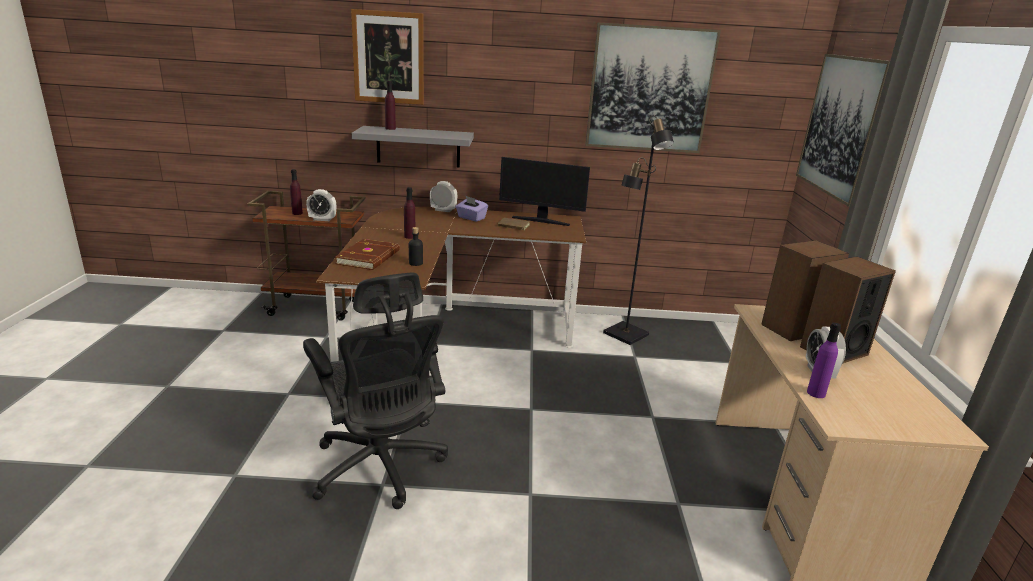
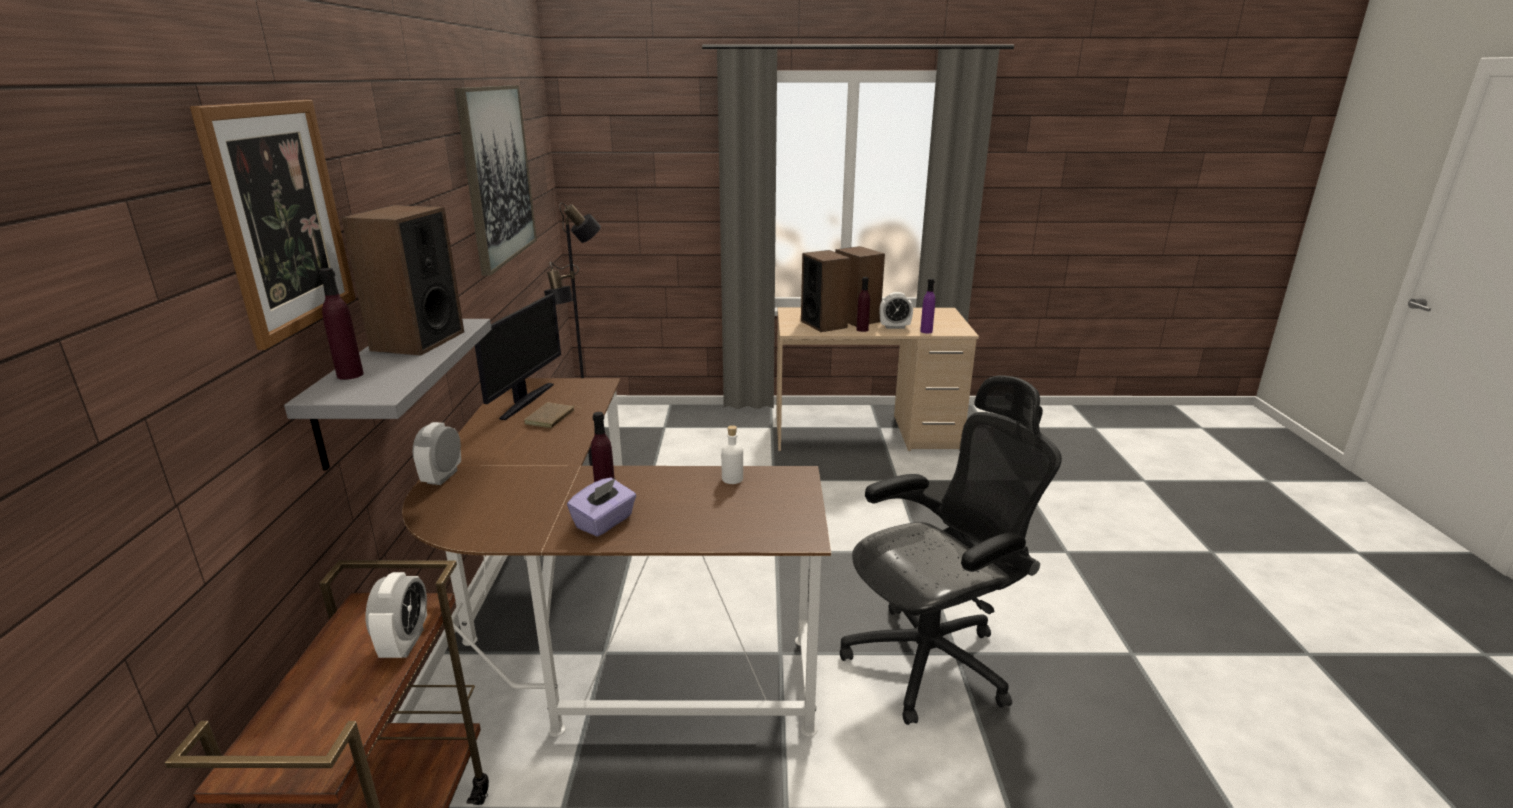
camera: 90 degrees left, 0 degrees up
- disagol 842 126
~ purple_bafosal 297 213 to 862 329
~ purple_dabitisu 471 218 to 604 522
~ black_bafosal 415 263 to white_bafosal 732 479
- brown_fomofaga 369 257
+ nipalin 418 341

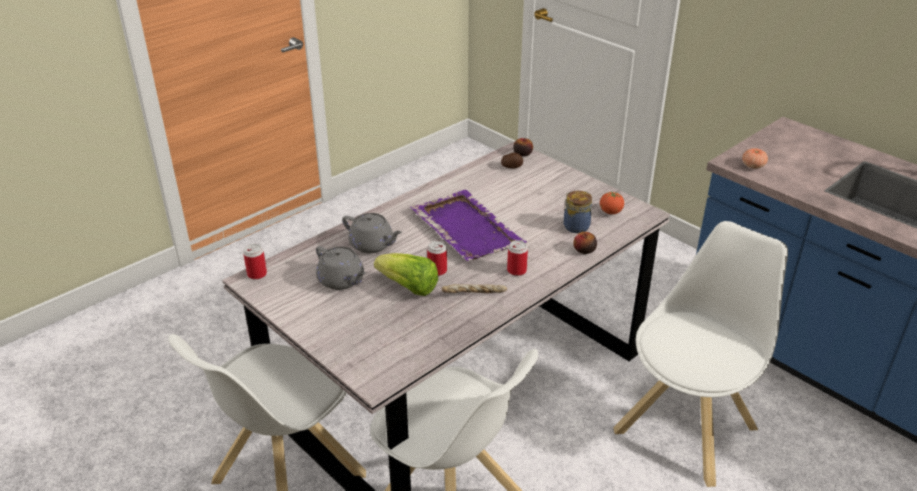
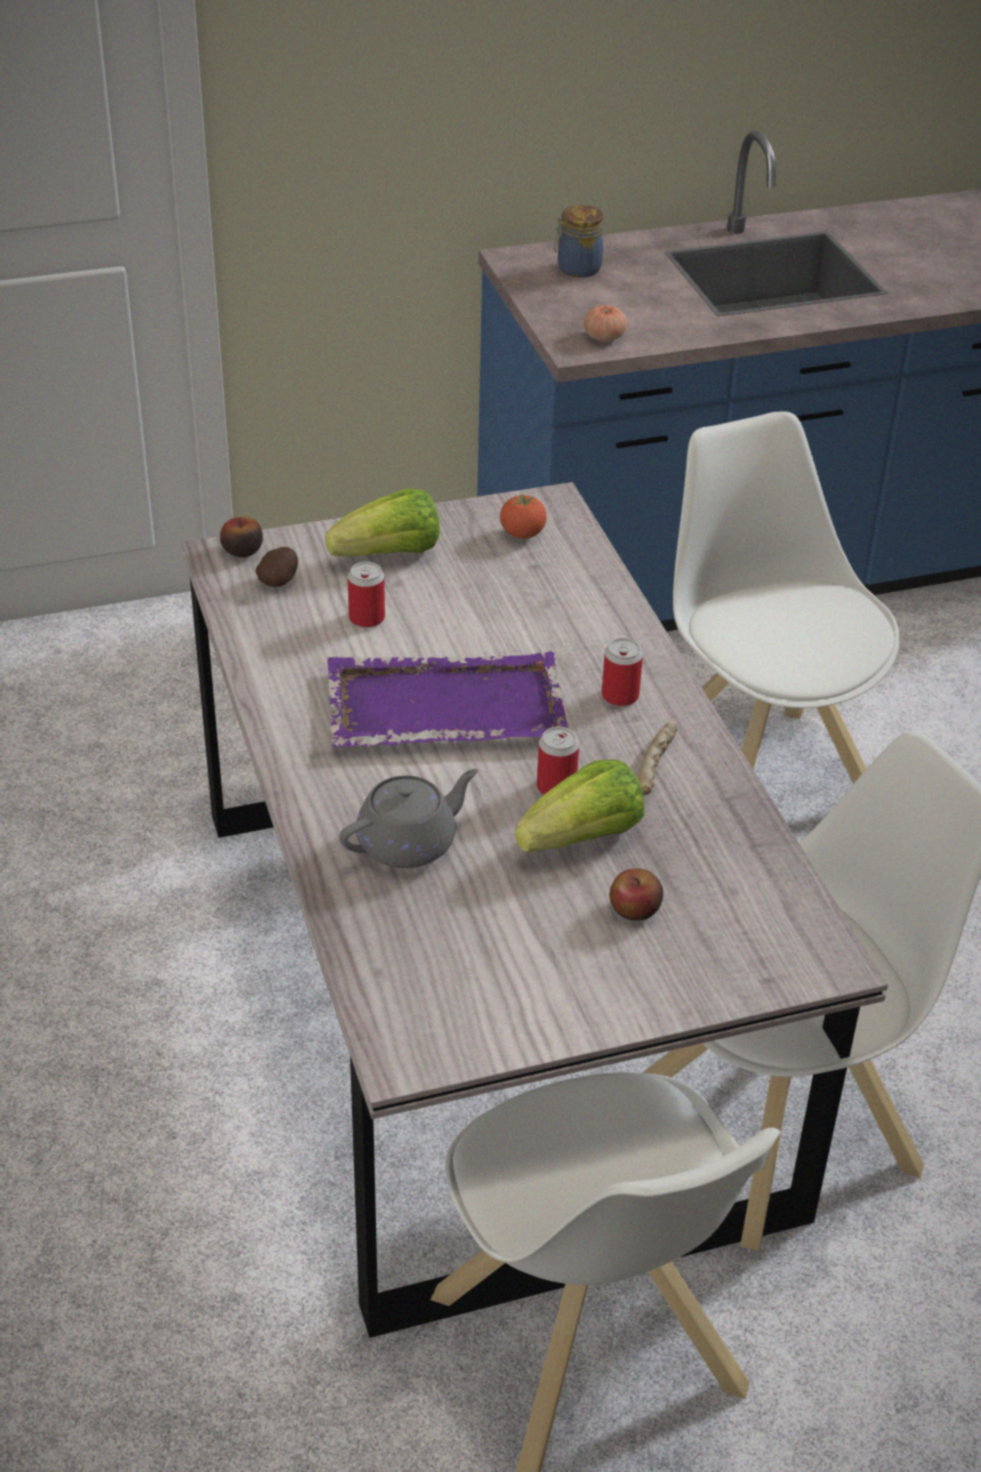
camera: 65 degrees left, 5 degrees up
~ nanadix 575 226 to 577 269
~ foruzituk 584 250 to 635 909
~ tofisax 257 274 to 366 618
- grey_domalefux 341 280
+ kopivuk 389 555

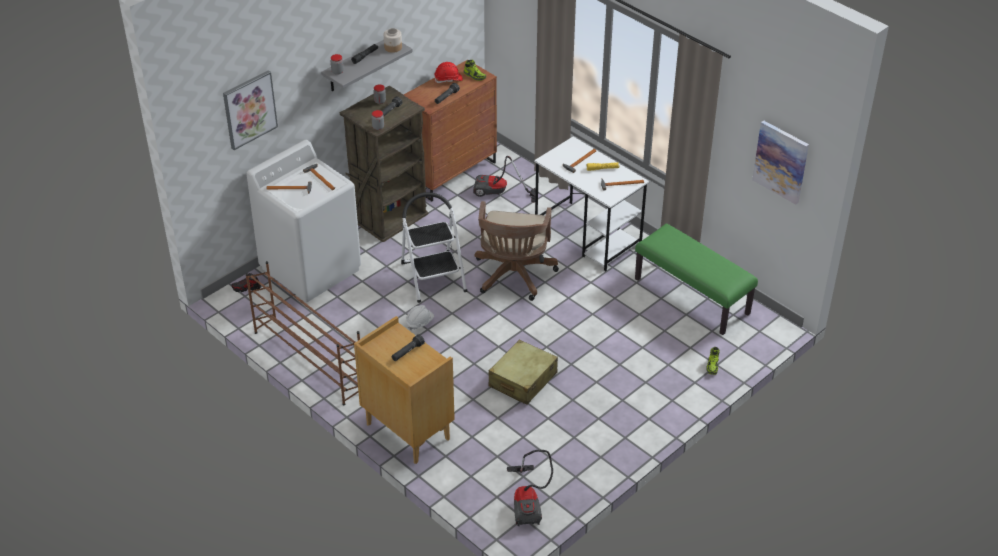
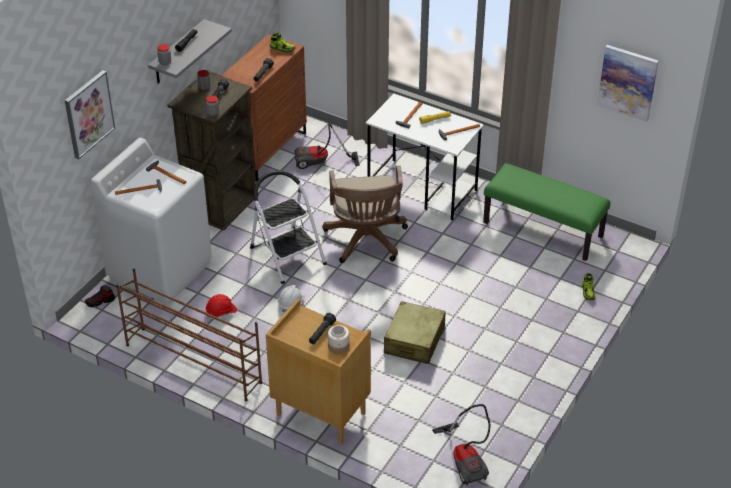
camera: 15 degrees left, 0 degrees up
~ nanadix 393 47 to 338 346
~ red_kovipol 448 79 to 221 312

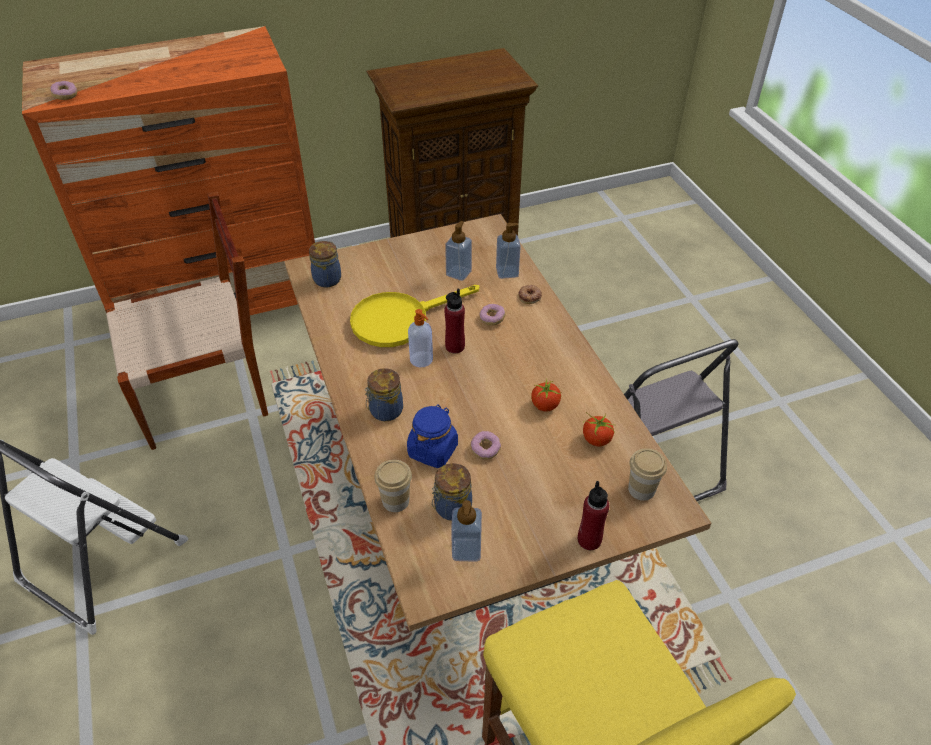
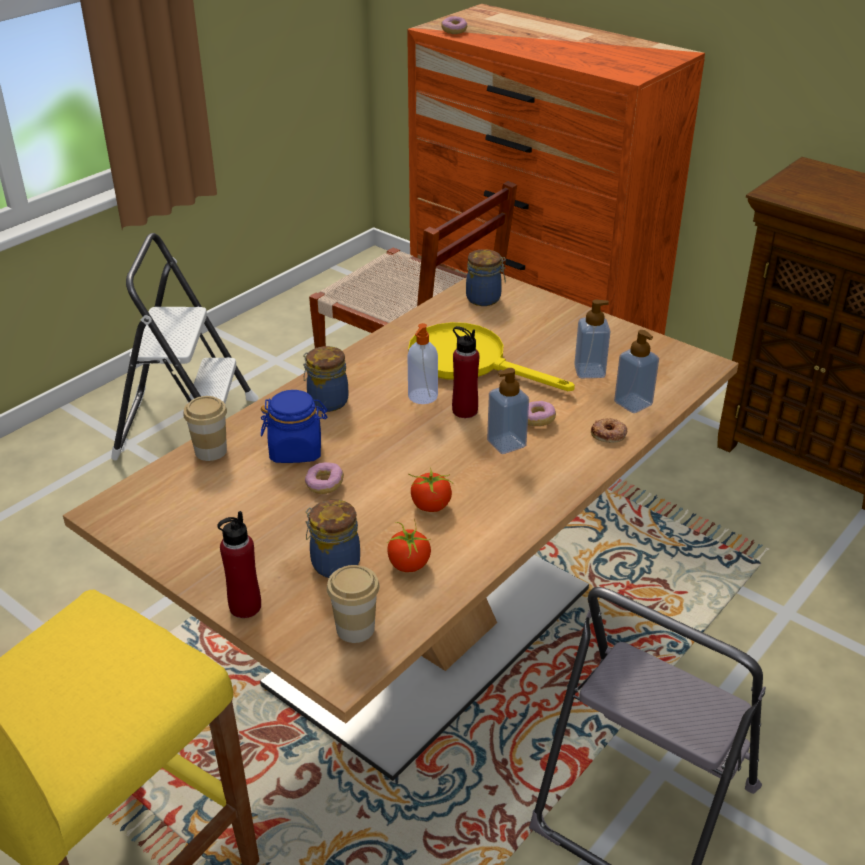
camera: 60 degrees right, 10 degrees down
~ nanadix 451 508 to 333 563
~ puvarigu 466 549 to 506 443

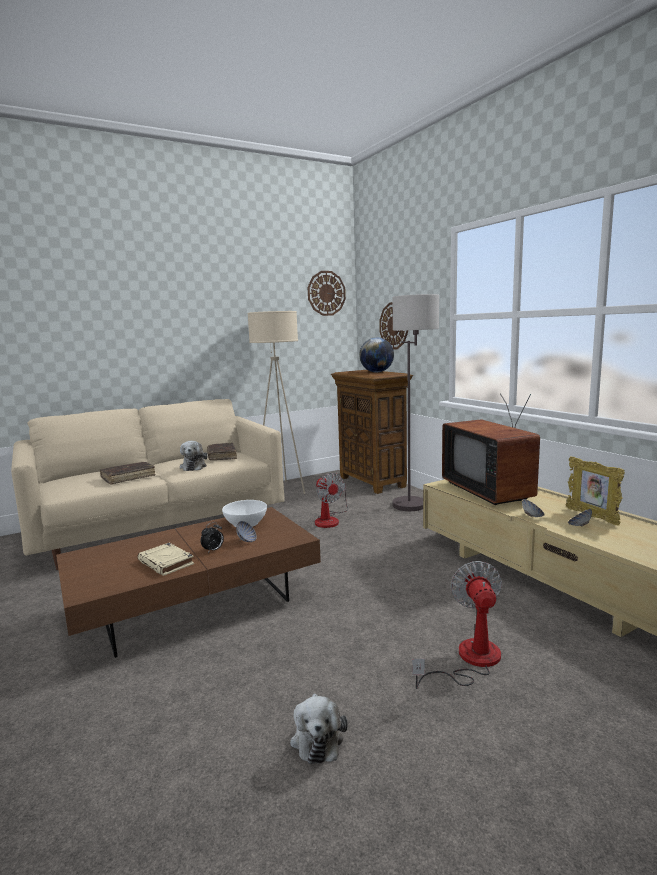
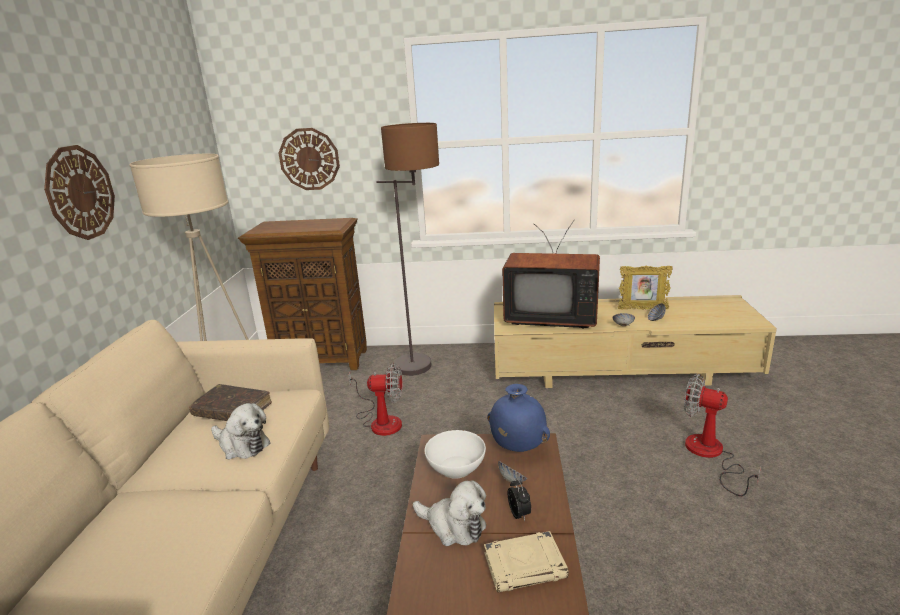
camera: 55 degrees left, 10 degrees up
~ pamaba 326 293 to 80 193
~ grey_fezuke 413 508 to brown_fezuke 423 367
- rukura 377 372
- brown_fomofaga 128 477
~ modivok 317 738 to 453 526
+ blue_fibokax 517 448

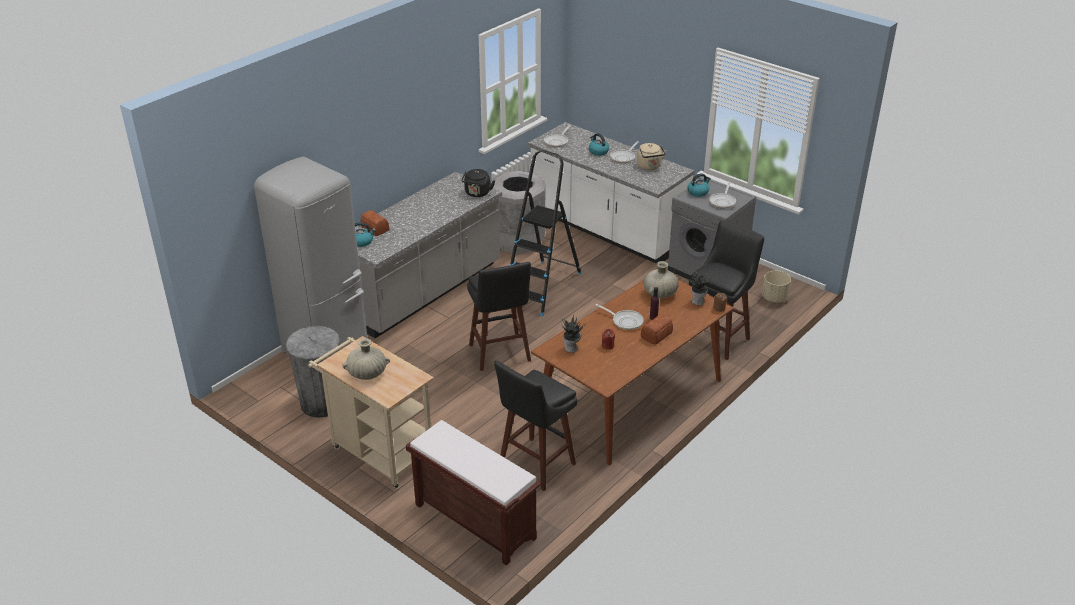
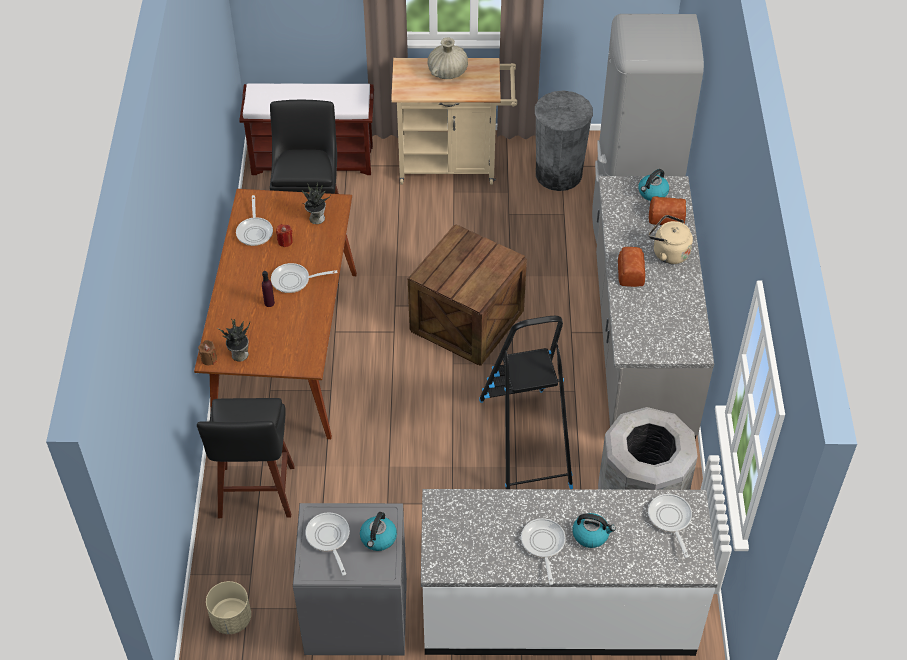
camera: 140 degrees right, 15 degrees up
~ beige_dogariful 649 167 to 668 252
- black_dogariful 477 193
- beige_fibokax 659 293
~ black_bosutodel 500 354 to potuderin 466 320
~ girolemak 657 334 to 630 273
+ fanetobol 255 231

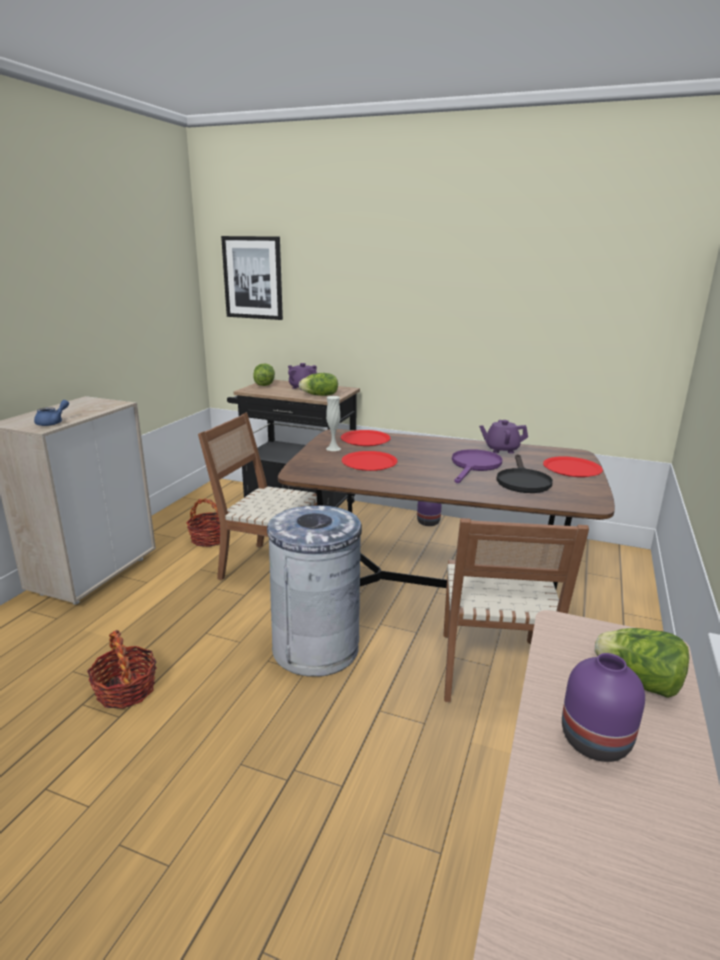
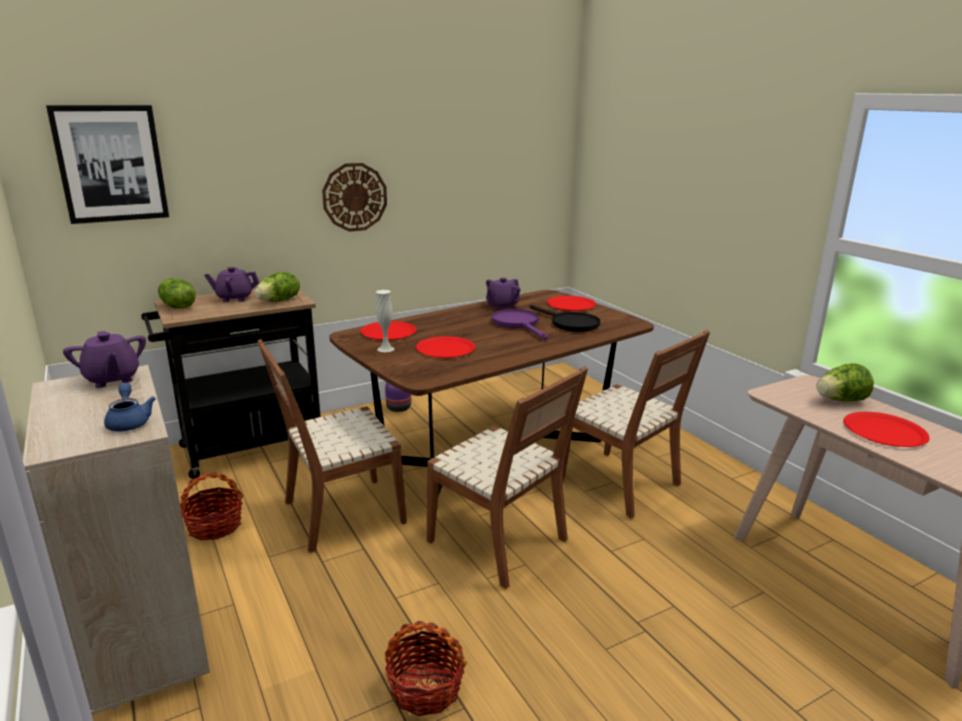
camera: 50 degrees left, 0 degrees up
~ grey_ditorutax 316 648 to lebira 501 545
~ purple_fibokax 597 741 to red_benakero 884 431
+ pamaba 354 197
+ purple_domalefux 112 379

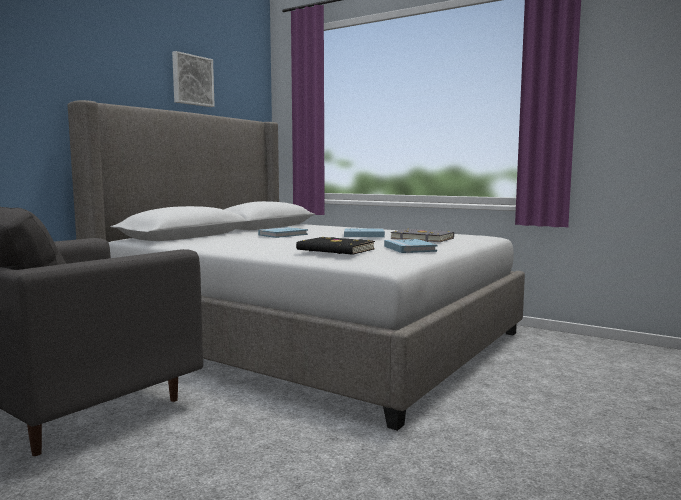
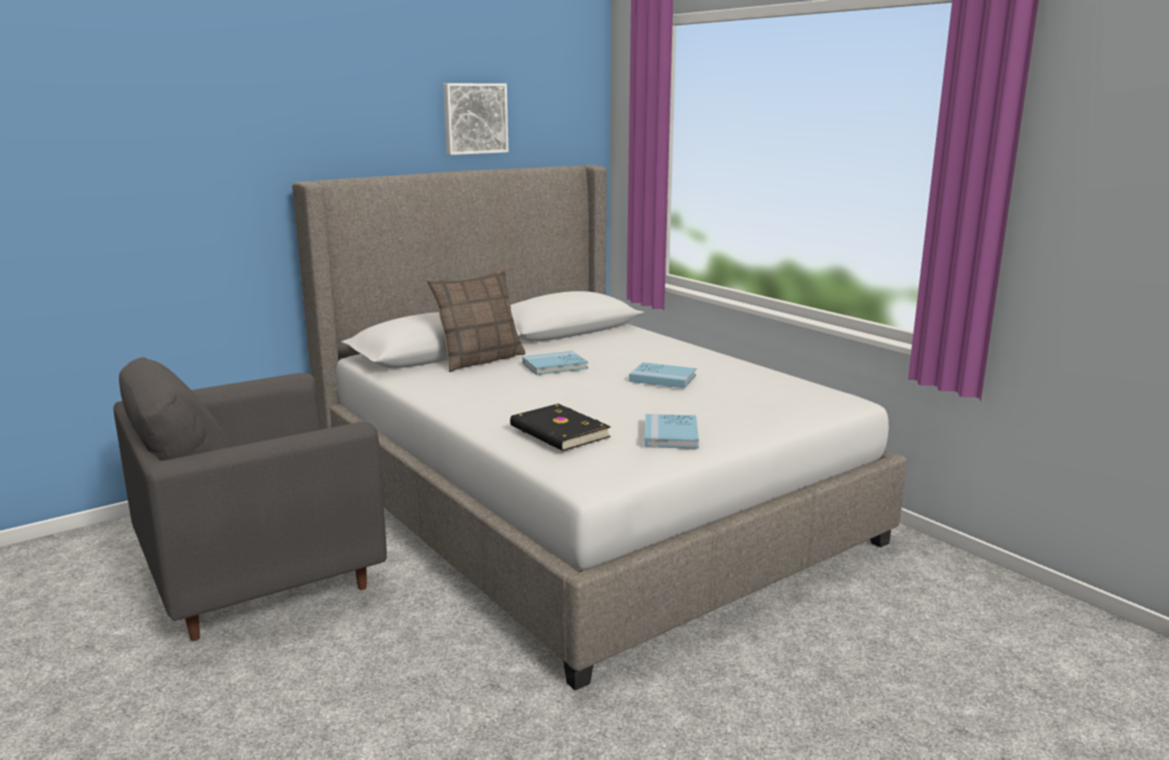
camera: 20 degrees right, 10 degrees up
- grey_fomofaga 422 238
+ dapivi 479 360

